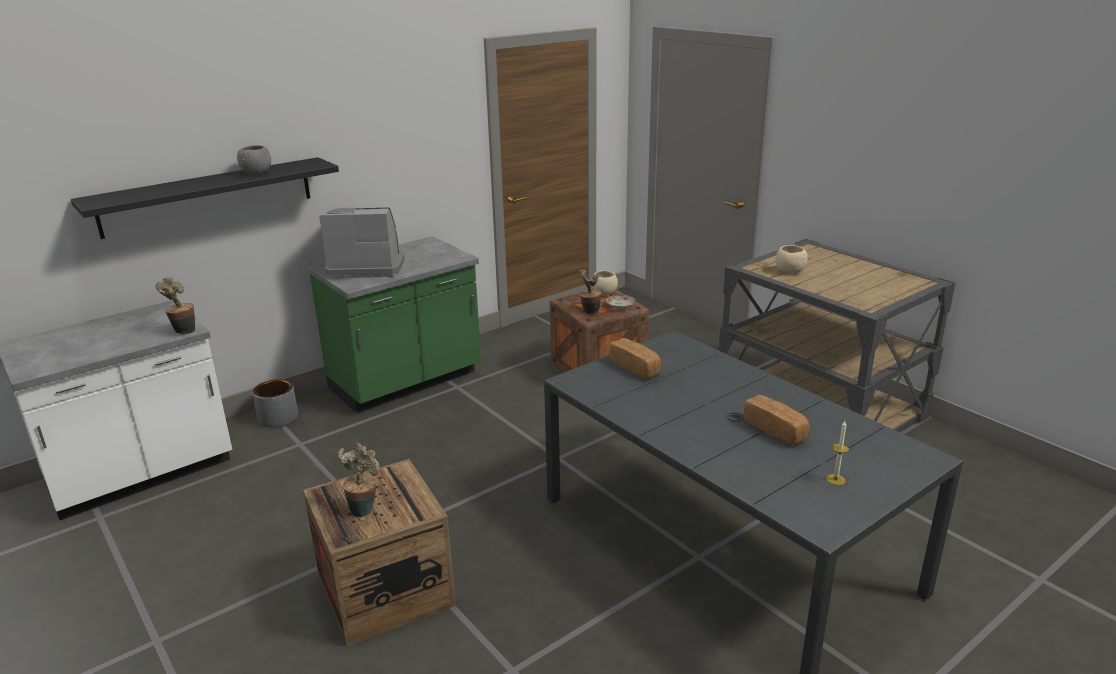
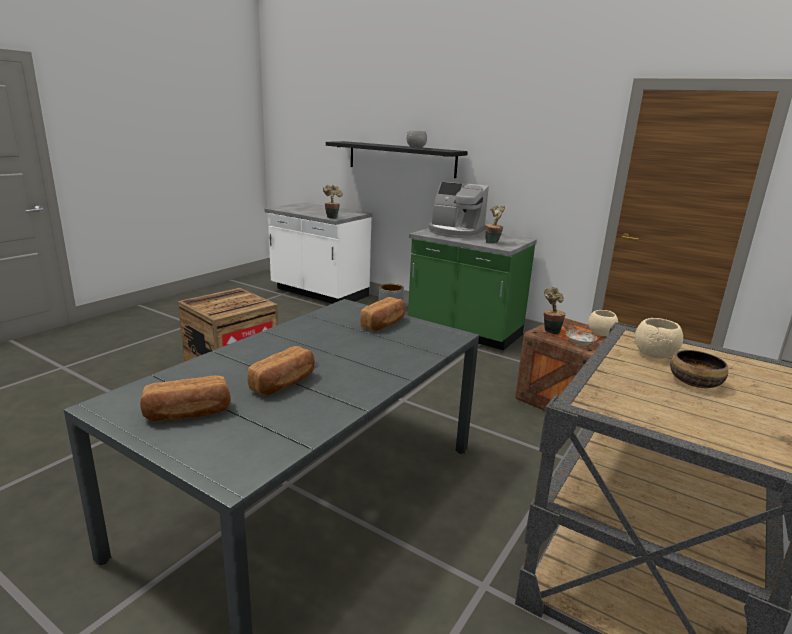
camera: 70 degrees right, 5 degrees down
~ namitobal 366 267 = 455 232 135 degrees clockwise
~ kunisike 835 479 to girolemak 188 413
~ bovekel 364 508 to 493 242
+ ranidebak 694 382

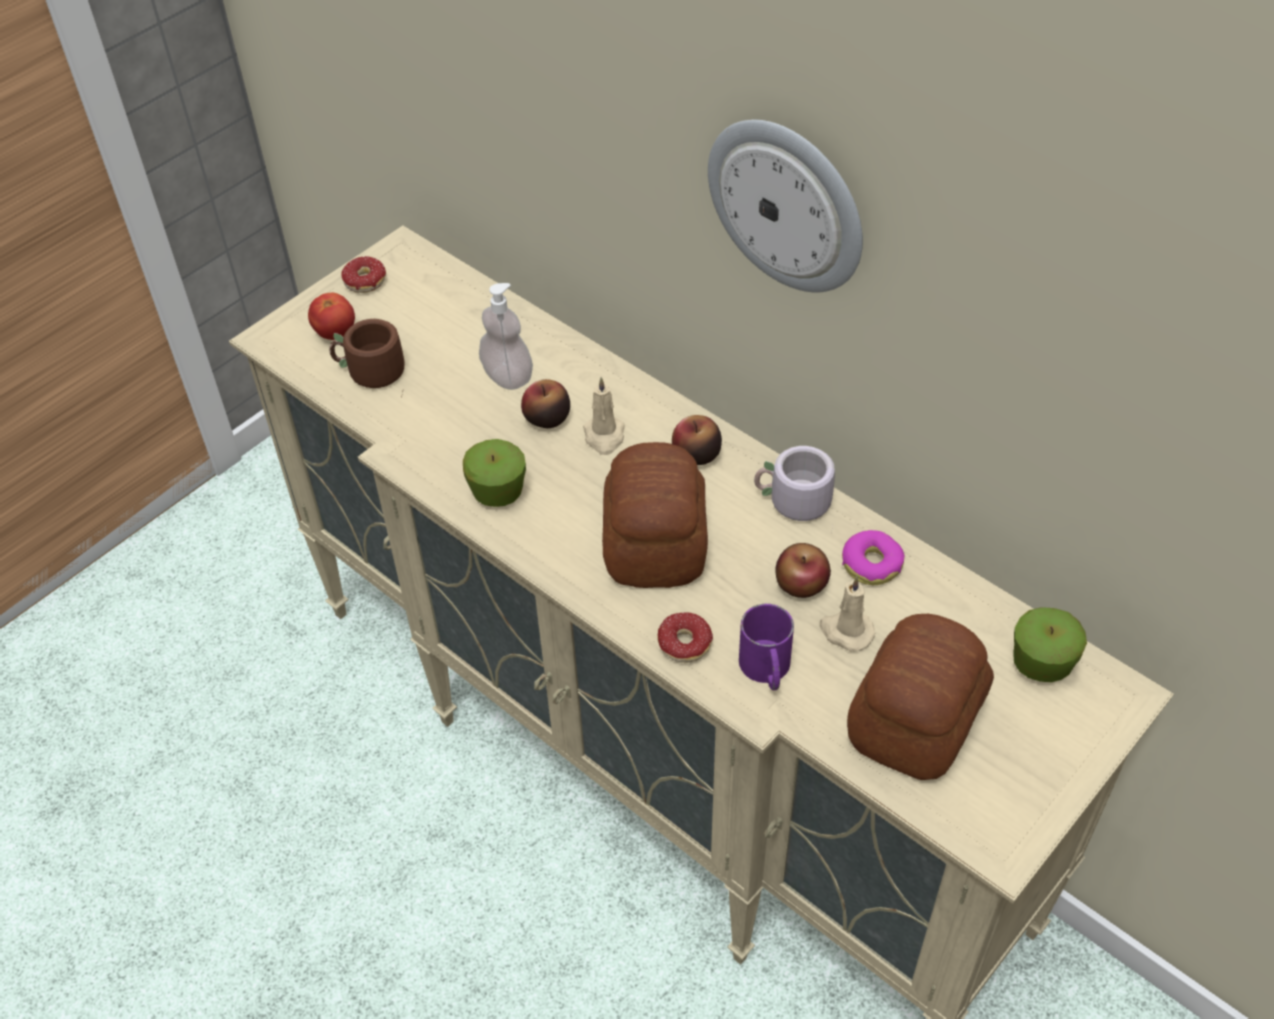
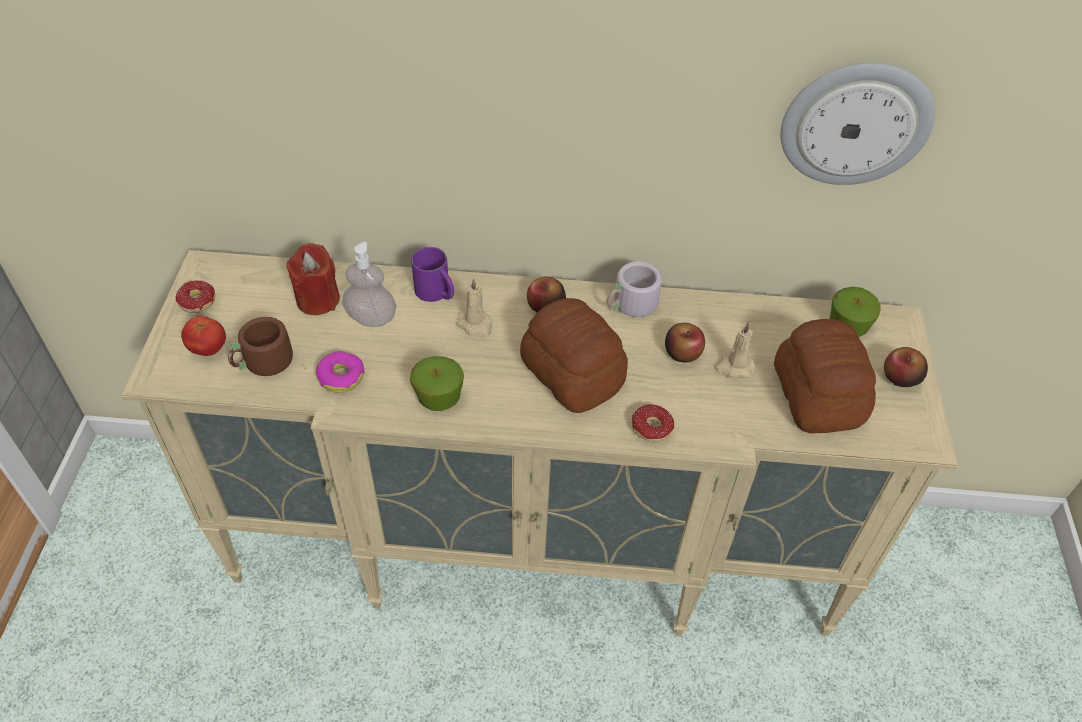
camera: 40 degrees left, 0 degrees up
~ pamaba 787 204 to 855 123
~ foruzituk 547 417 to 900 378
~ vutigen 871 564 to 341 377
~ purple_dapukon 767 670 to 437 293
+ red_kunisike 318 299

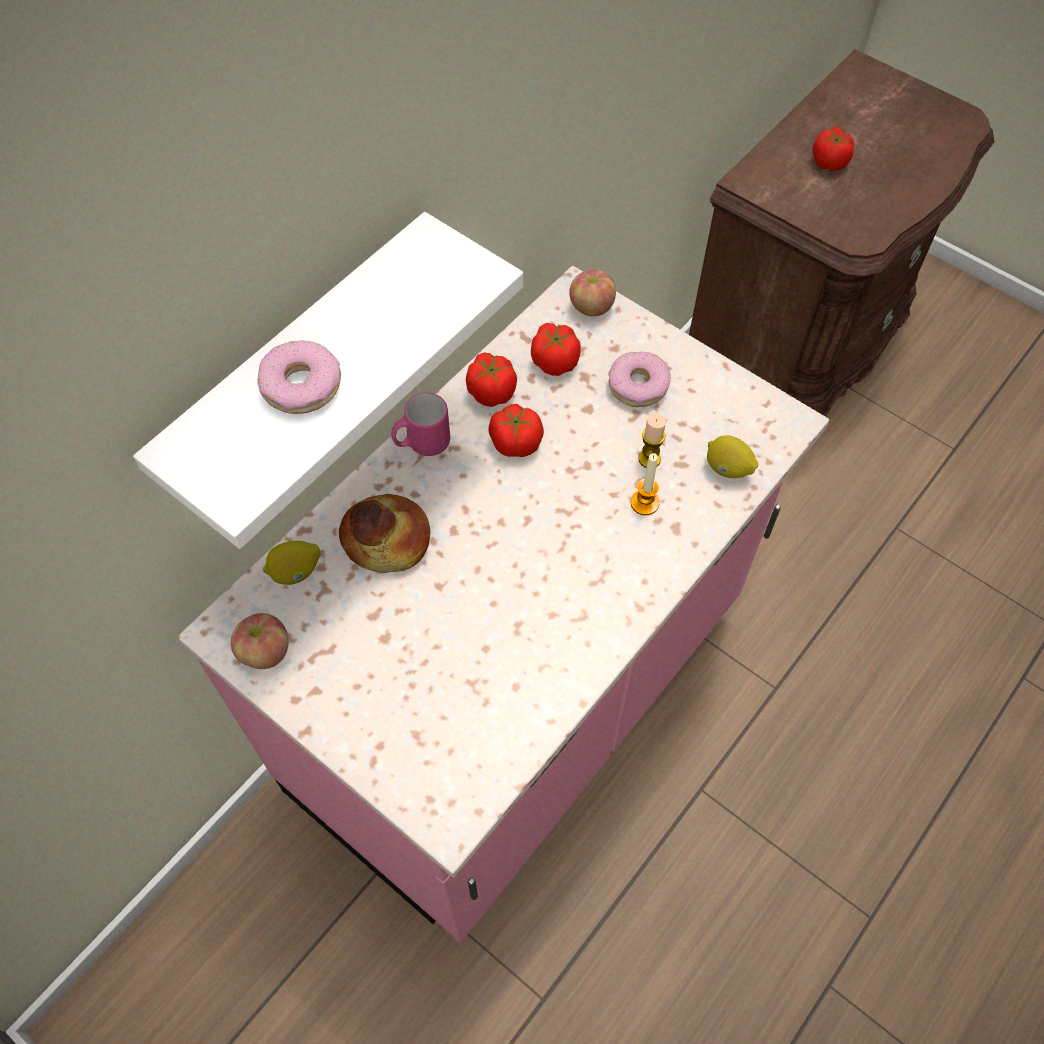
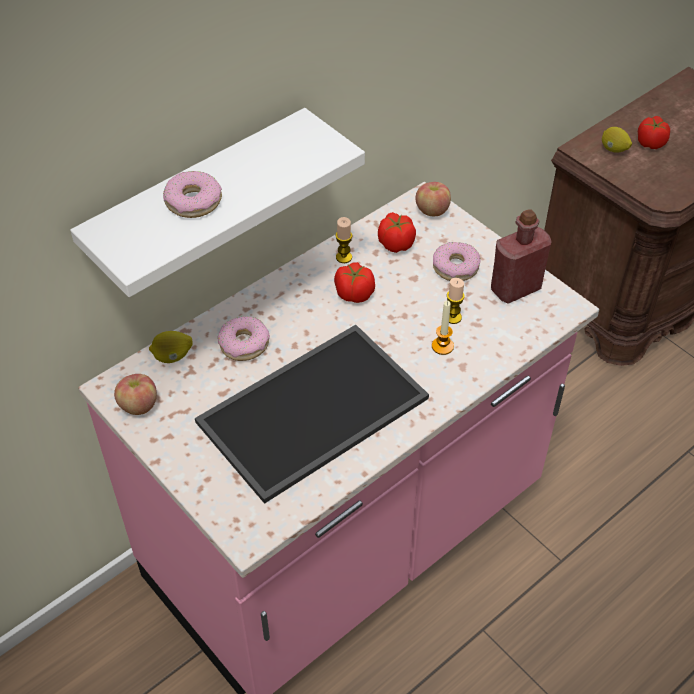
camera: 10 degrees right, 10 degrees down
~ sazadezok 491 391 to kunisike 344 257
- pink_dapukon 422 443
~ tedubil 727 469 to 613 149
~ girolemak 387 539 to vutigen 244 344
+ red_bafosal 515 289
+ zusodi 312 407

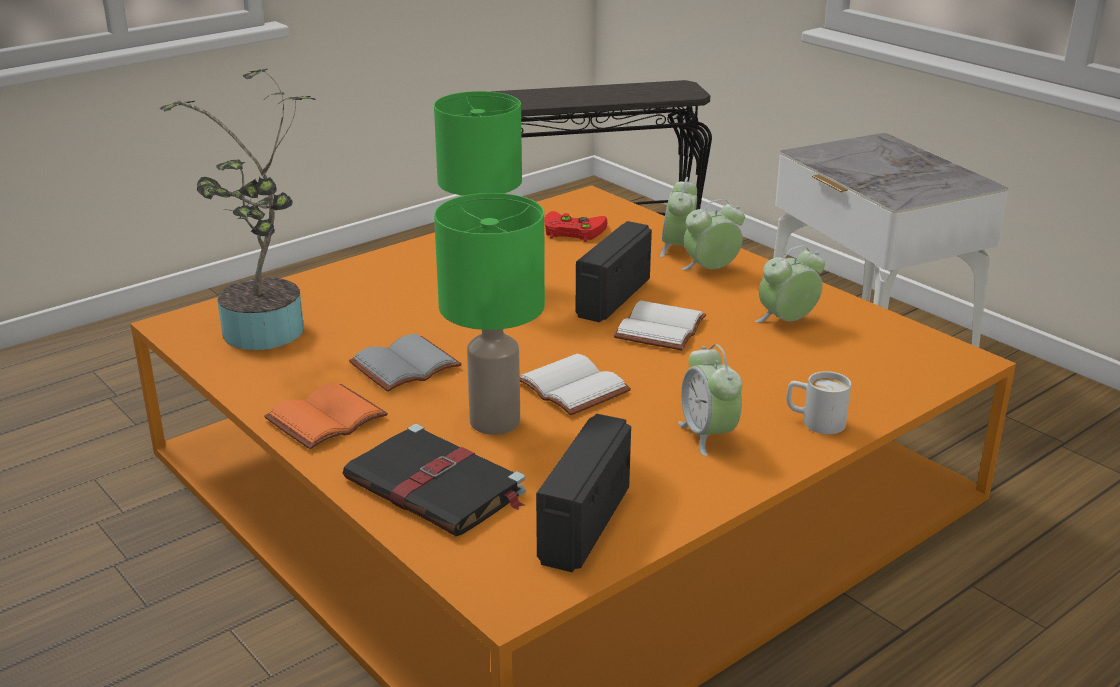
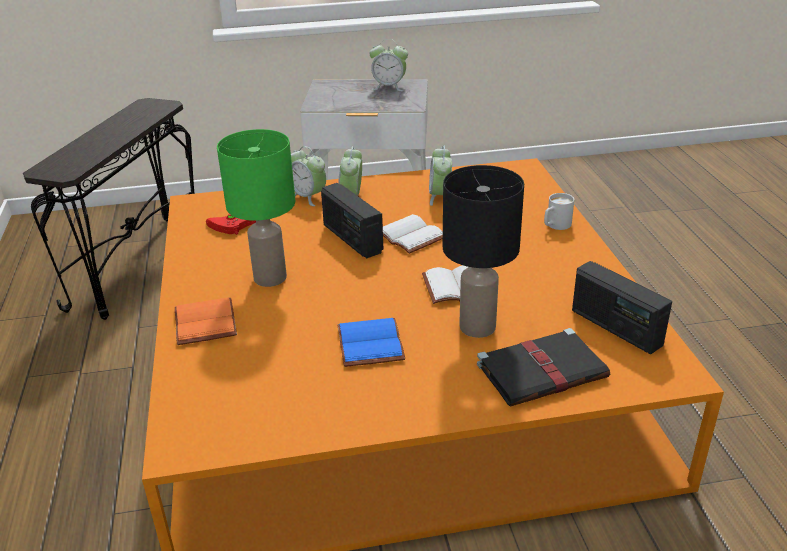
camera: 60 degrees left, 5 degrees up
- bovekel 265 335
~ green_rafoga 494 422 to black_rafoga 478 327
~ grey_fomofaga 405 367 to blue_fomofaga 372 344
~ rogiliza 708 435 to 389 87
~ orange_fomofaga 326 417 to 203 322

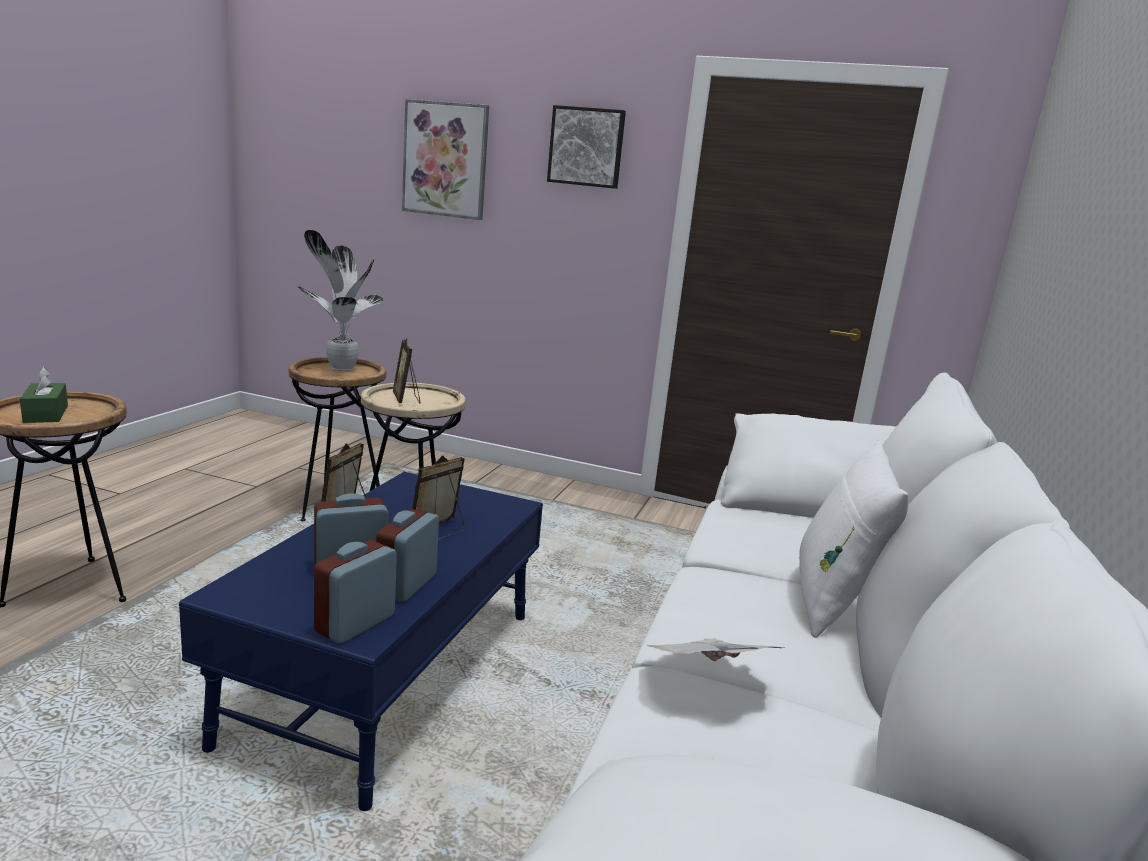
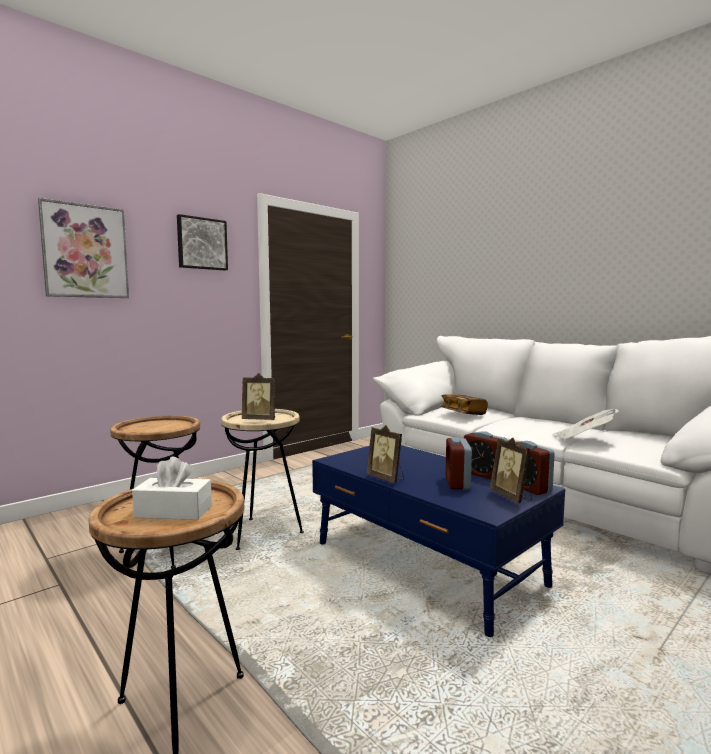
camera: 60 degrees left, 10 degrees down
- bovekel 340 369
~ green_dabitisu 46 414 to white_dabitisu 173 511
- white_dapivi 832 602
~ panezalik 439 531 to 512 497
+ fomofaga 463 413

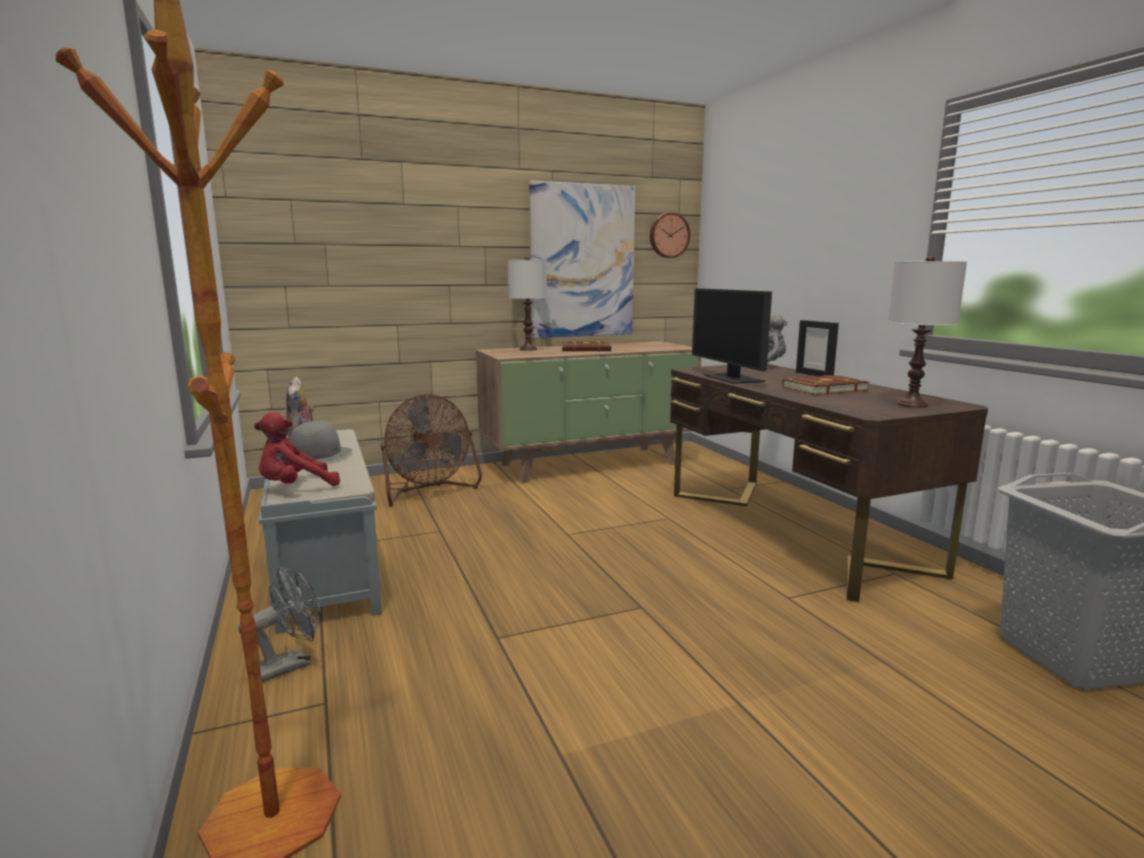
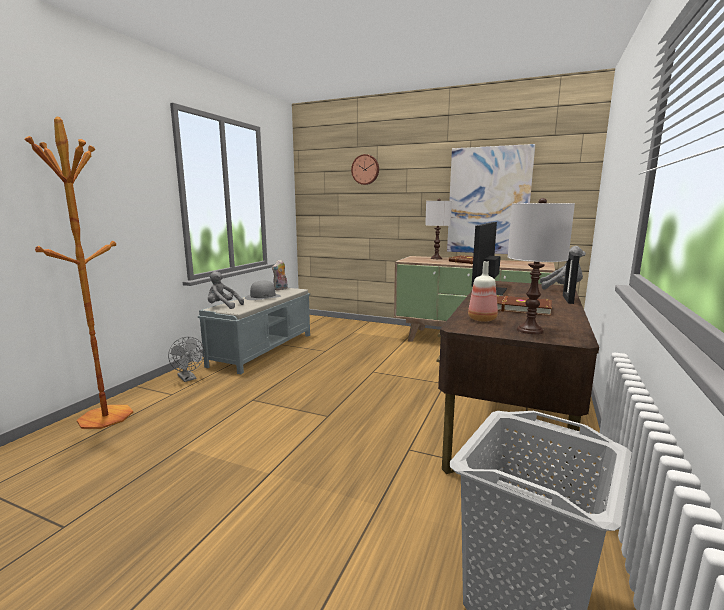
camera: 45 degrees right, 0 degrees up
~ pamaba 668 235 to 365 169
- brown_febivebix 424 492
~ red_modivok 295 488 to grey_modivok 223 306
~ grey_febivebix 291 664 = 188 378 45 degrees clockwise
+ bafosal 483 319

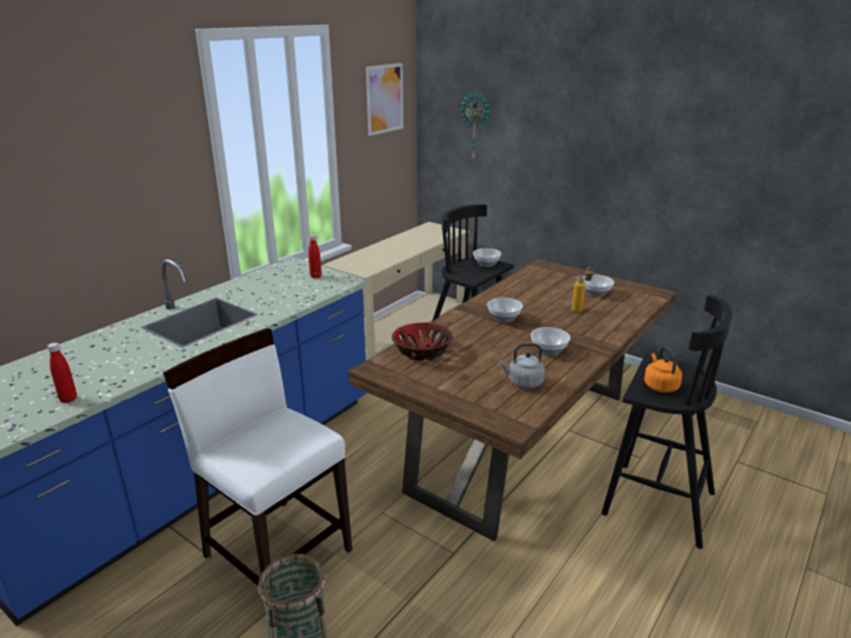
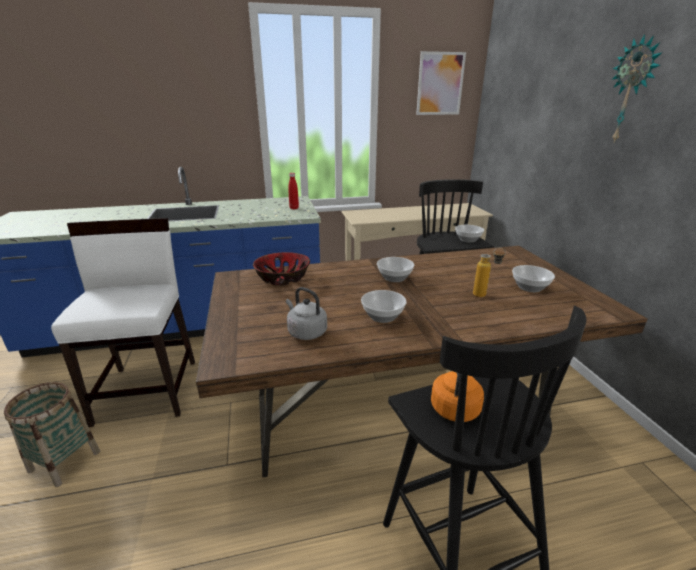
camera: 40 degrees right, 0 degrees up
~ pamaba 476 126 to 631 91
- red_bafosal 68 399

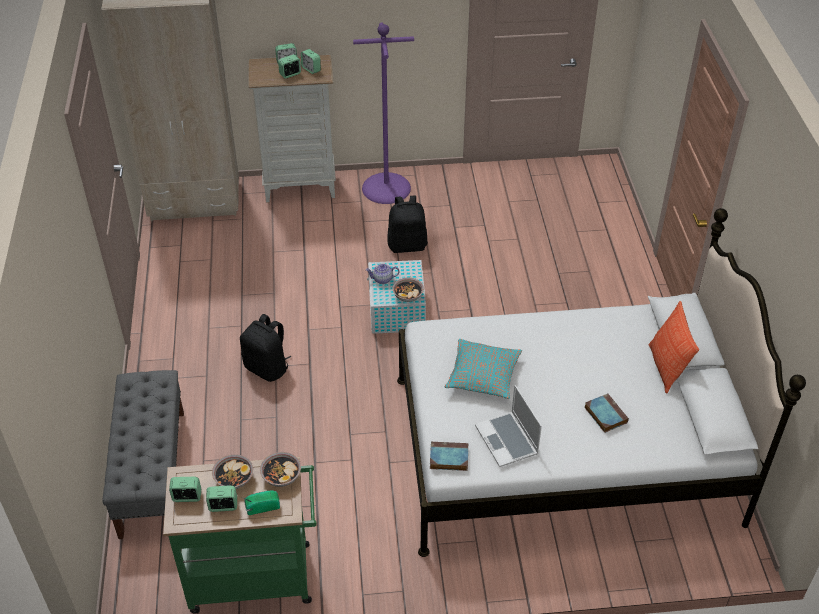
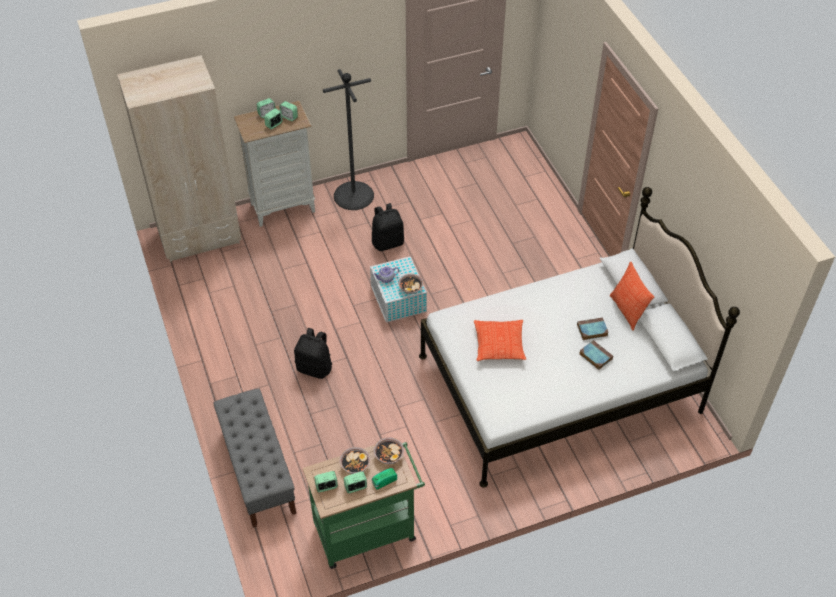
camera: 15 degrees left, 5 degrees up
~ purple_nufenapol 386 188 to black_nufenapol 353 195
~ turquoise_dapivi 482 376 to orange_dapivi 499 345
- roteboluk 507 441
~ fomofaga 448 458 to 591 330

